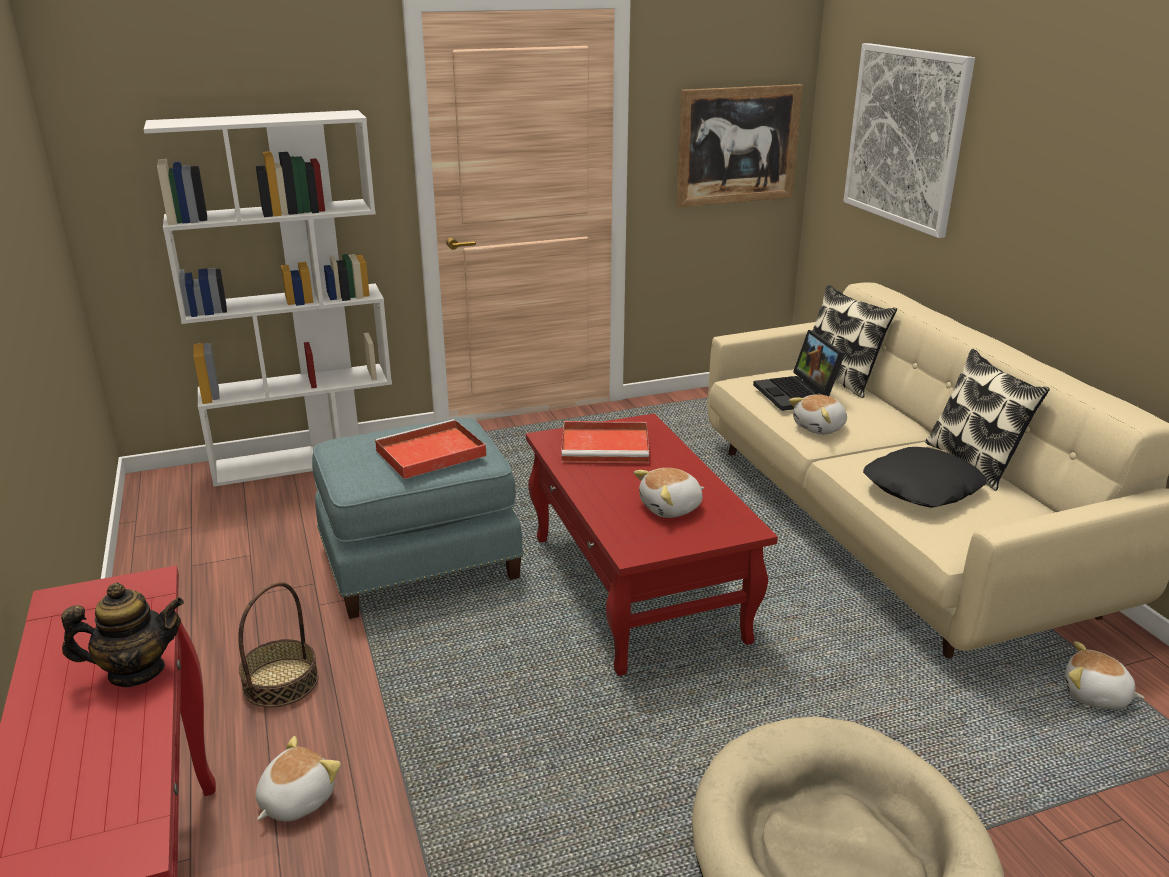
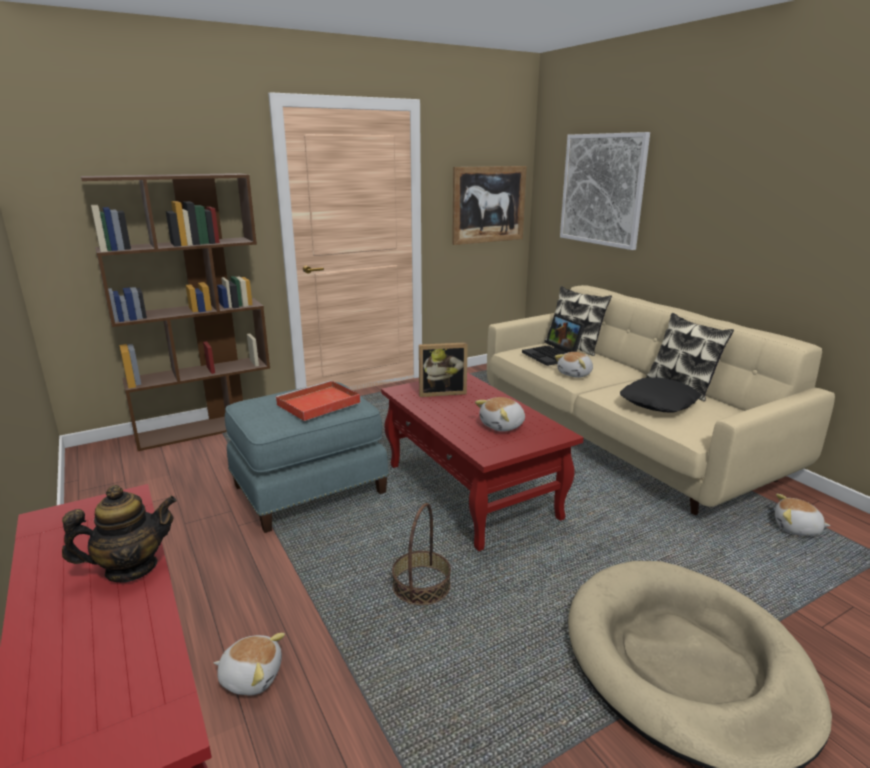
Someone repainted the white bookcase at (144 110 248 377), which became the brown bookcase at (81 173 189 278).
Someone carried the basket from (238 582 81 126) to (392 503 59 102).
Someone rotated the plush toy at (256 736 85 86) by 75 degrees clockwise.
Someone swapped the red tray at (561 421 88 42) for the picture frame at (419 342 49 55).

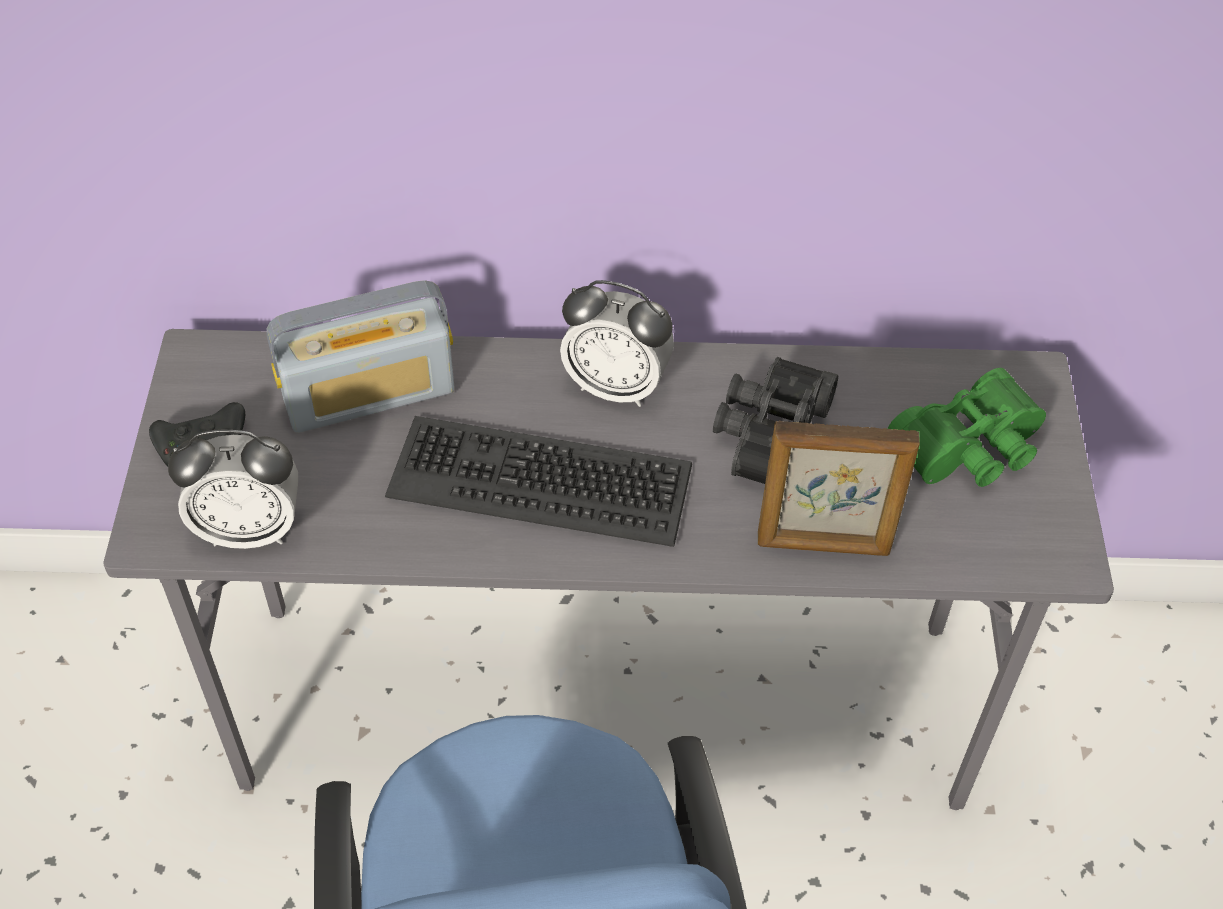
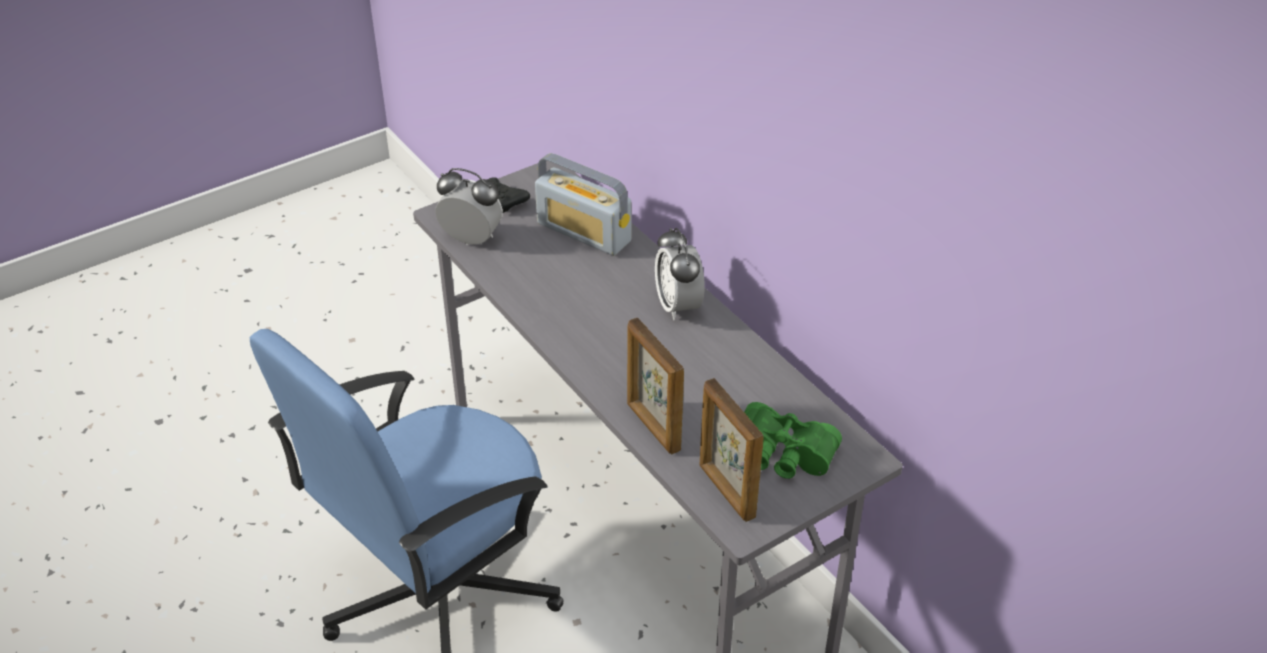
Someone rotated the alarm clock at (168 429 130 120) by 150 degrees clockwise.
Someone took away the keyboard at (385 416 307 131).
Someone took away the black binoculars at (713 357 125 127).
Someone put down the picture frame at (699 378 65 144).

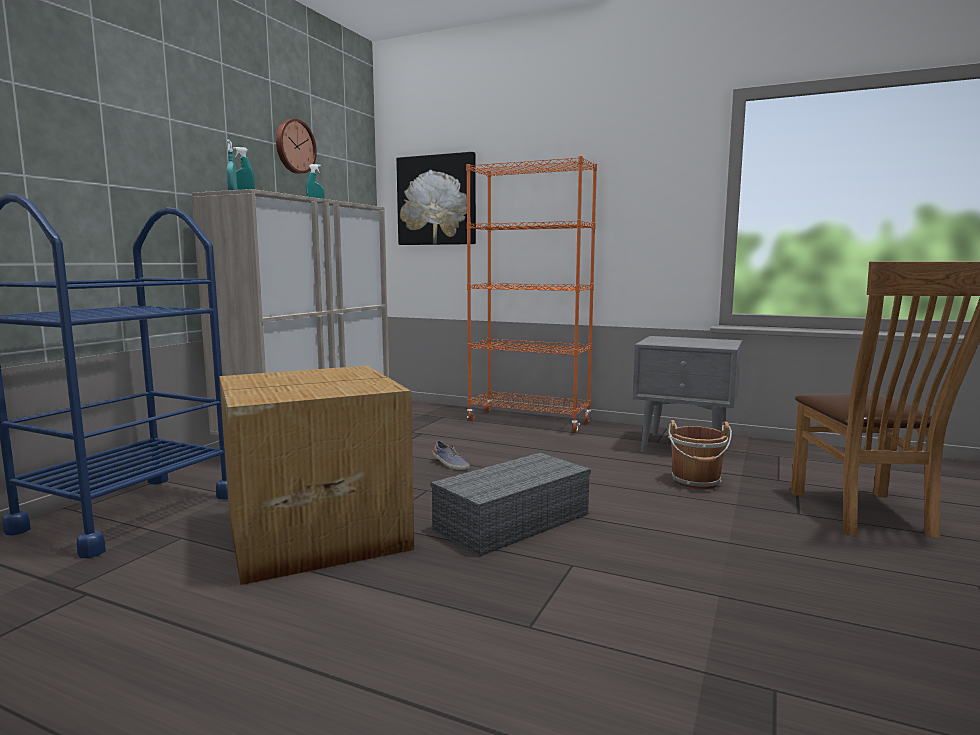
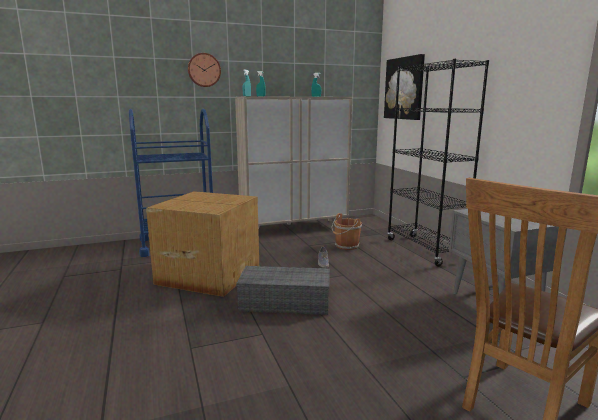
Someone carried the wall clock from (276 119 41 55) to (188 53 33 34).
Someone repainted the orange bookcase at (466 156 131 277), which became the black bookcase at (387 59 102 207).
Someone carried the brown bucket from (668 420 64 69) to (332 213 30 37).

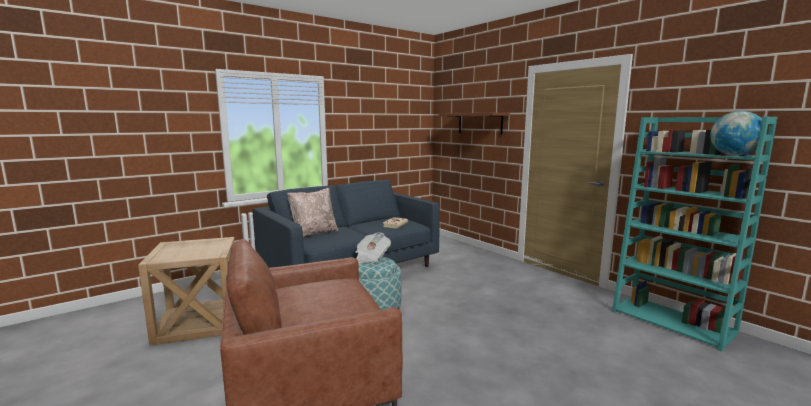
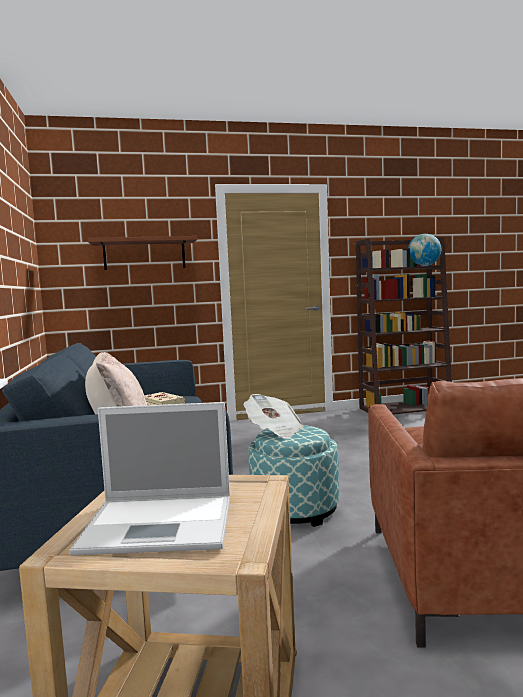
Someone repainted the turquoise bookcase at (612 117 166 234), which became the brown bookcase at (356 237 96 178).
Someone put down the laptop at (70 402 160 153).

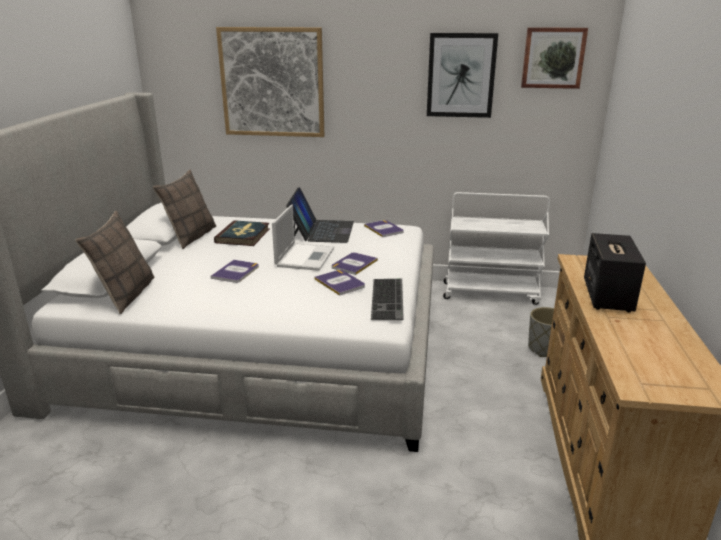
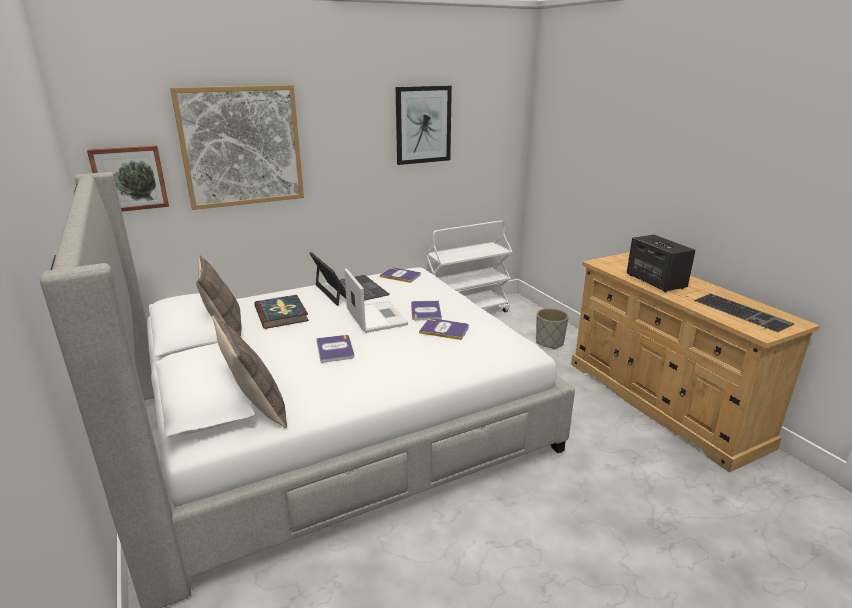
Someone carried the keyboard from (371 279 33 41) to (694 293 101 39).
Someone carried the picture from (521 27 67 62) to (87 145 82 67).

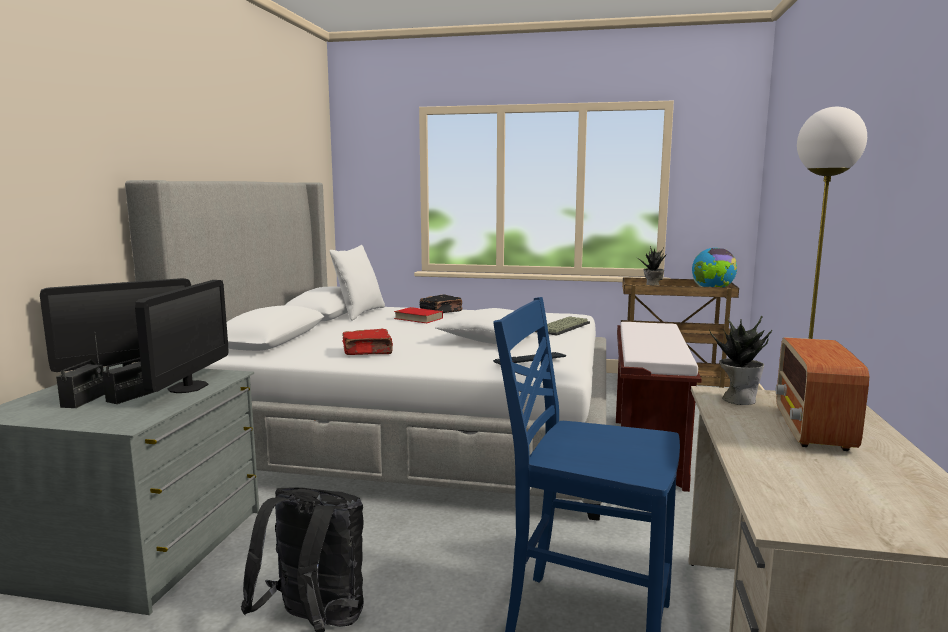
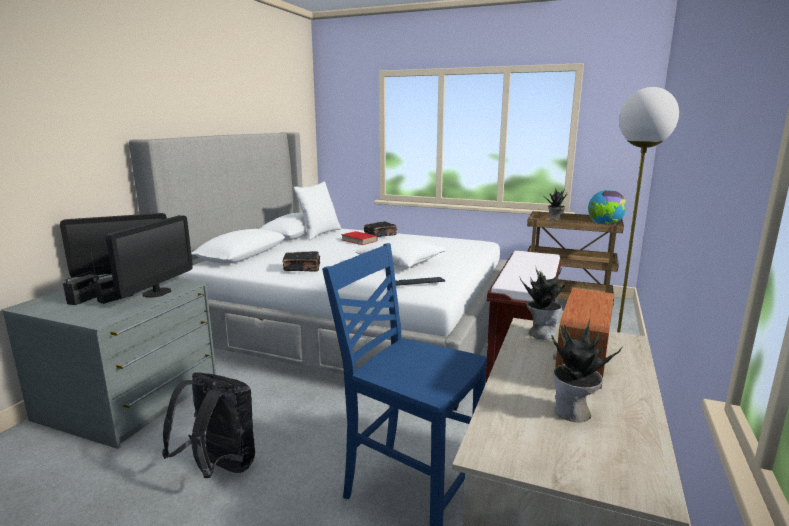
Someone repainted the red book at (342 329 51 26), which became the black book at (283 251 37 21).
Someone took away the keyboard at (535 316 55 20).
Someone put down the potted plant at (551 319 71 103).

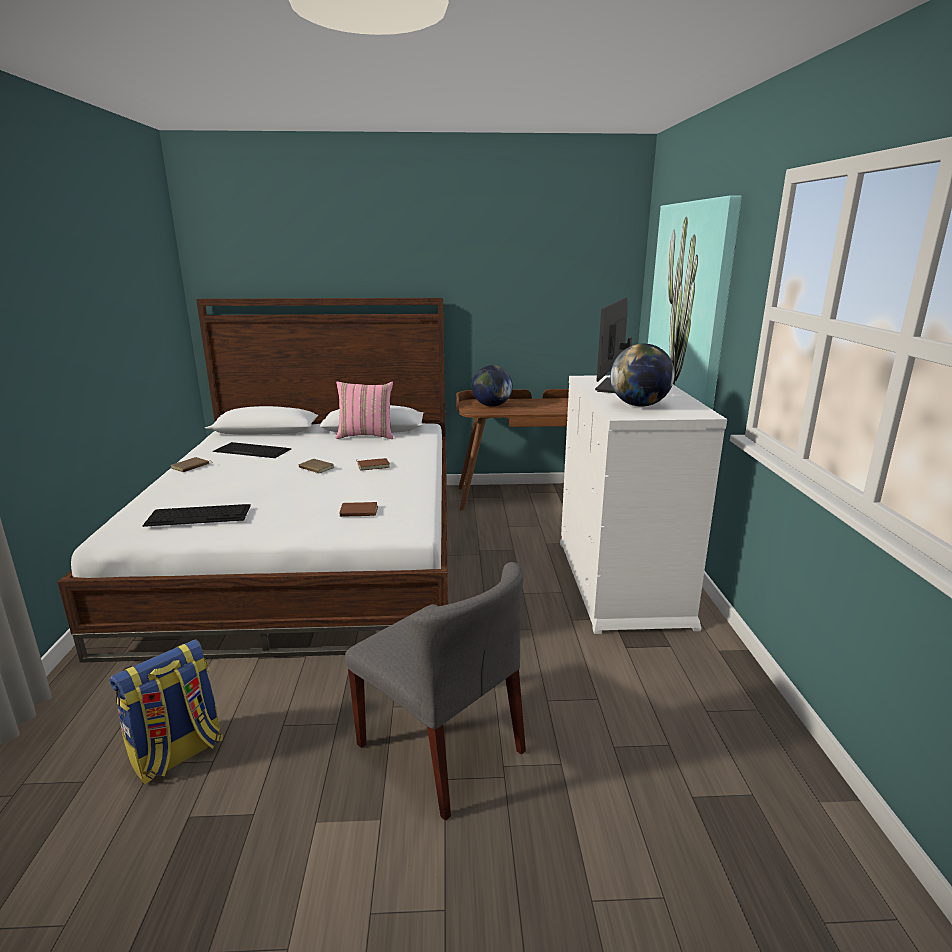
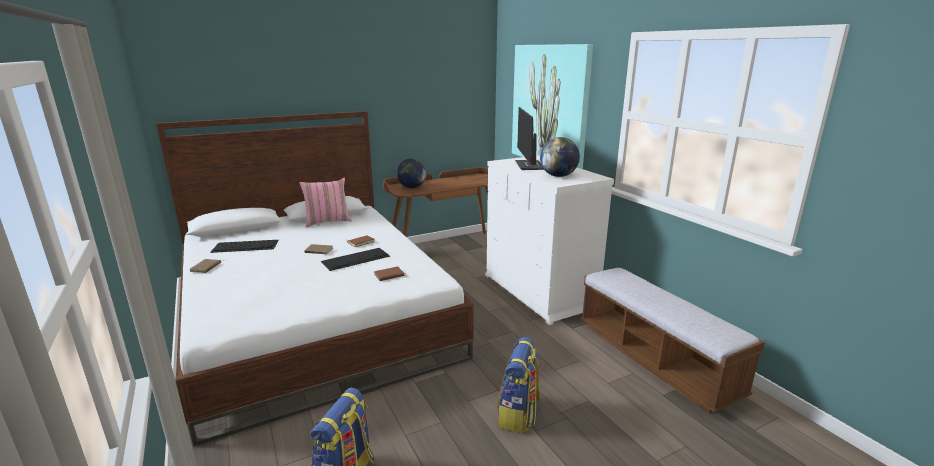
Someone carried the keyboard from (142 504 109 23) to (321 248 69 23).
Someone swapped the grey chair at (345 562 181 259) for the backpack at (497 337 44 97).
Someone put down the bench at (581 267 184 146).

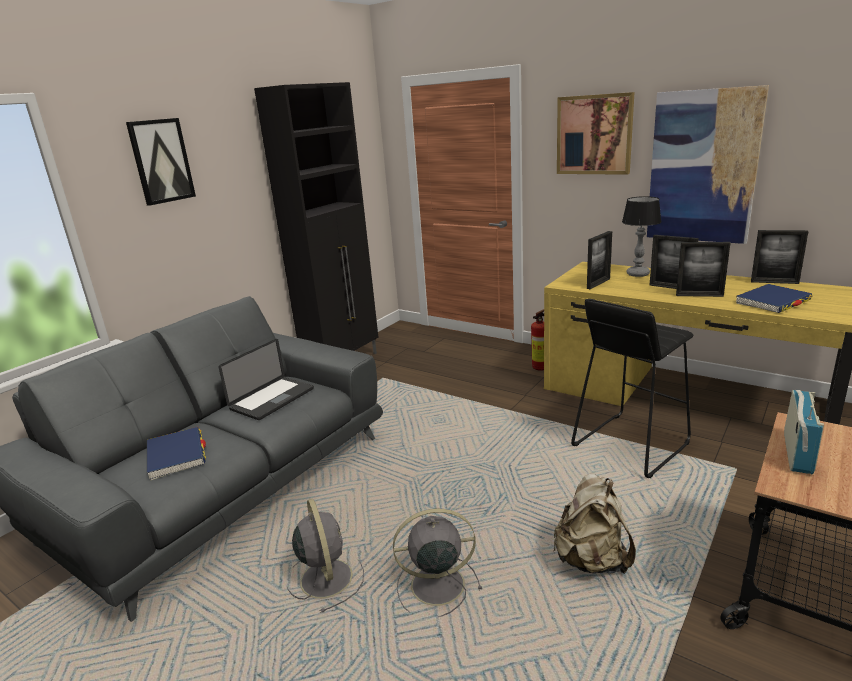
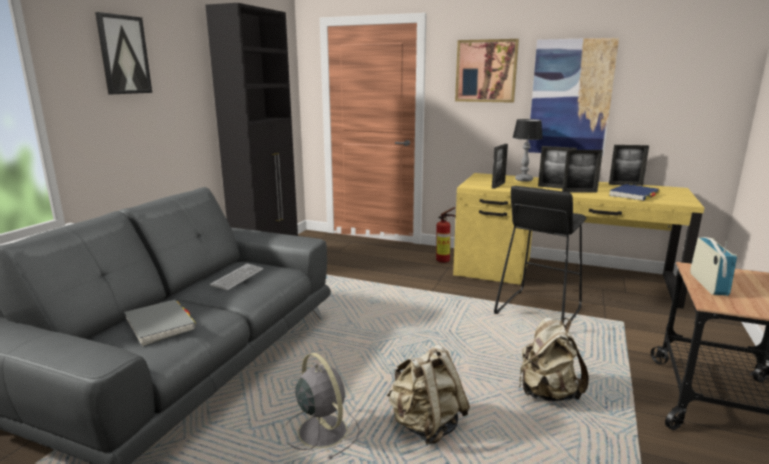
Someone repainted the blue book at (147 427 59 53), which became the grey book at (124 300 73 46).
Someone swapped the laptop at (219 339 95 81) for the keyboard at (210 264 54 26).
Someone swapped the grey fan at (393 509 89 108) for the beige backpack at (386 345 84 100).

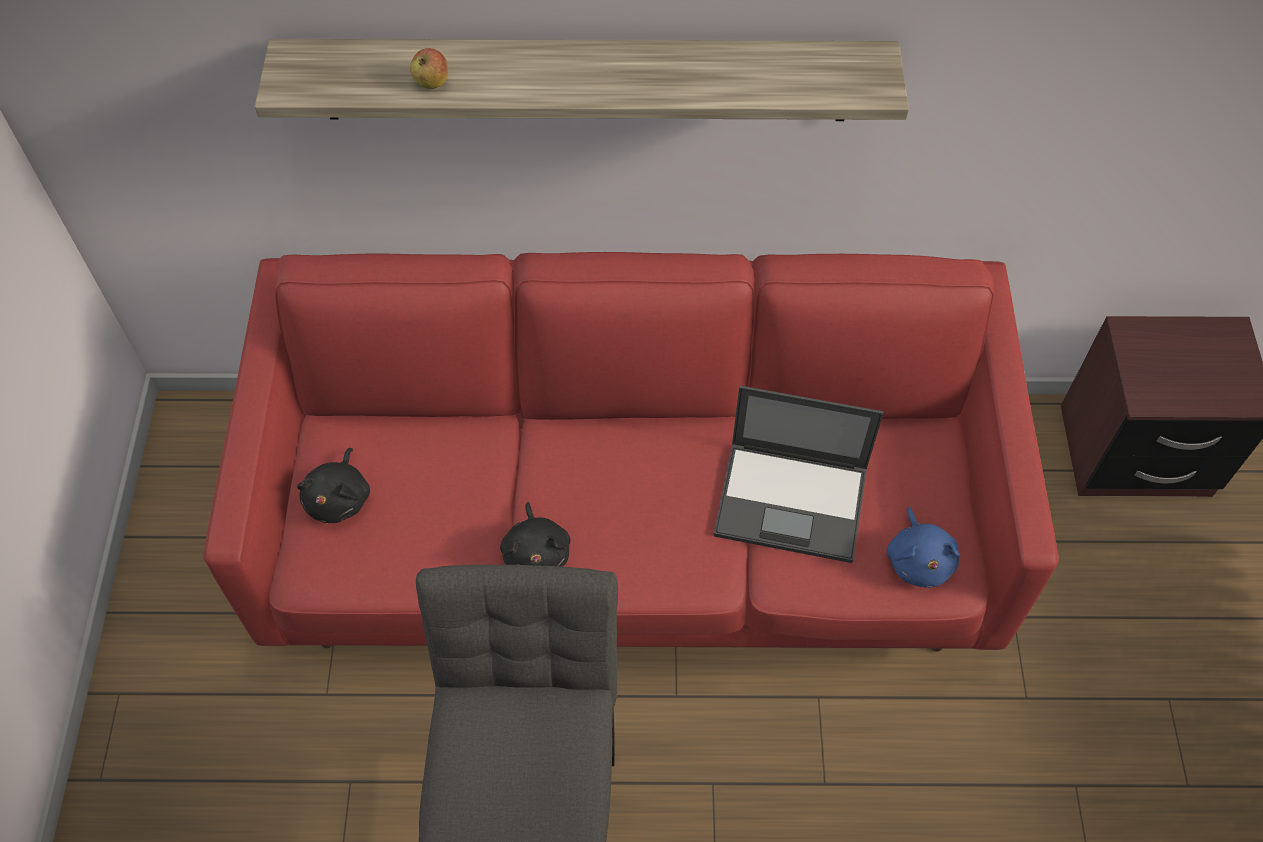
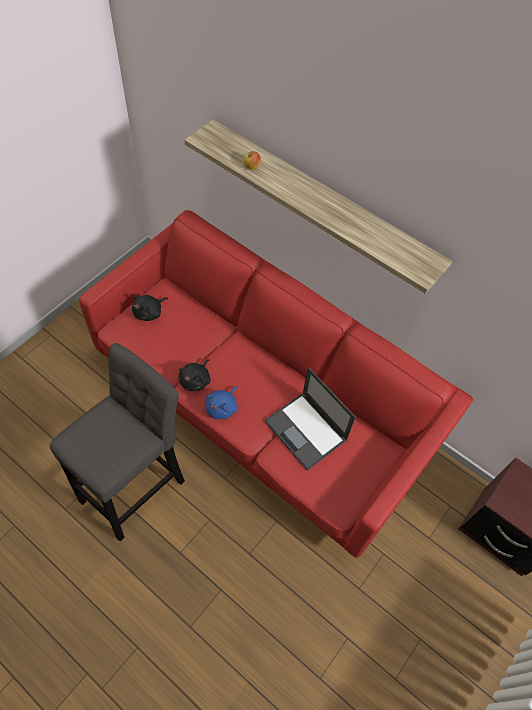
Someone carried the blue plush toy from (887 507 74 81) to (205 387 32 32).

